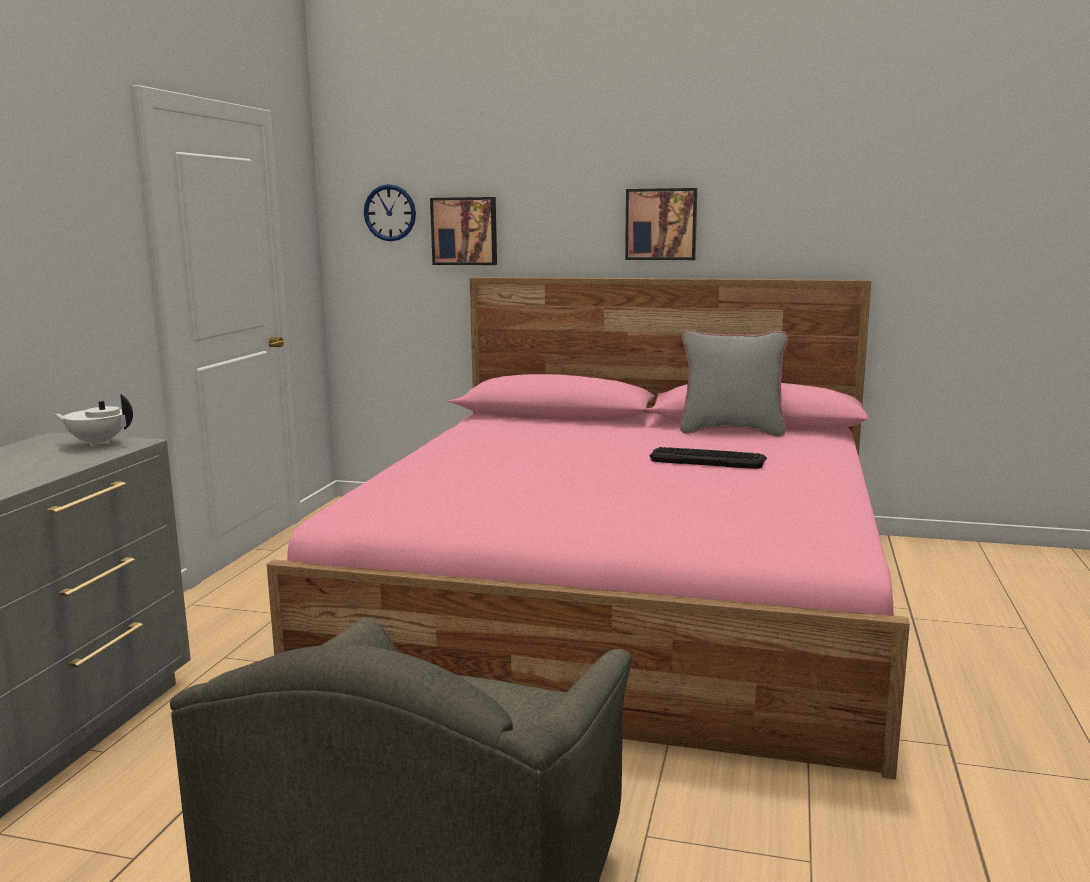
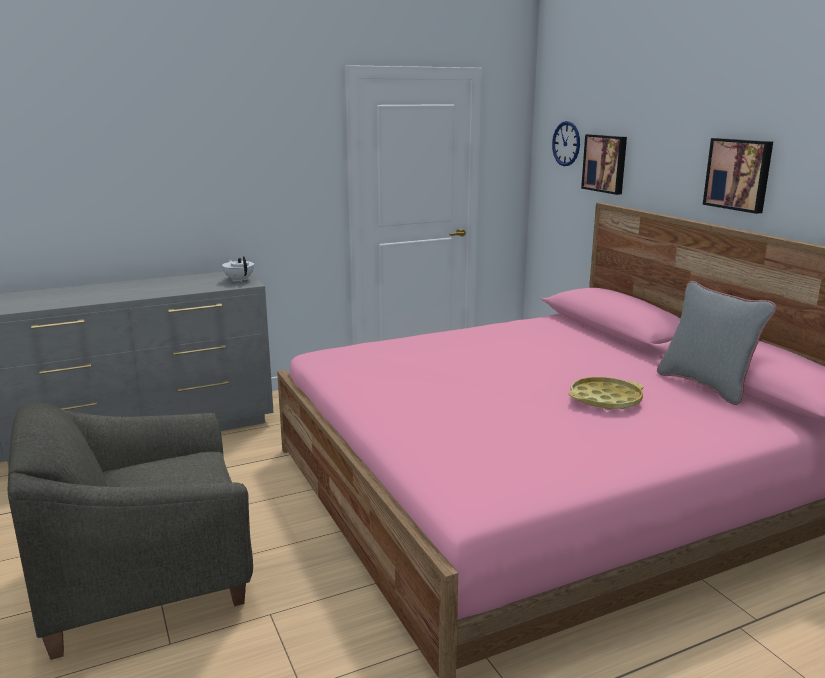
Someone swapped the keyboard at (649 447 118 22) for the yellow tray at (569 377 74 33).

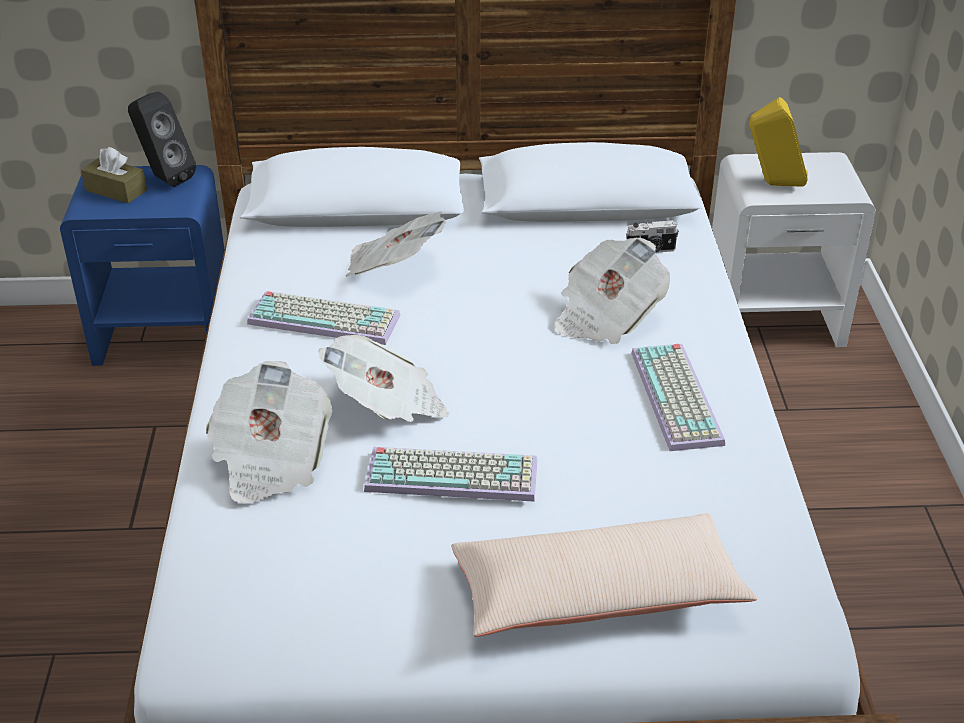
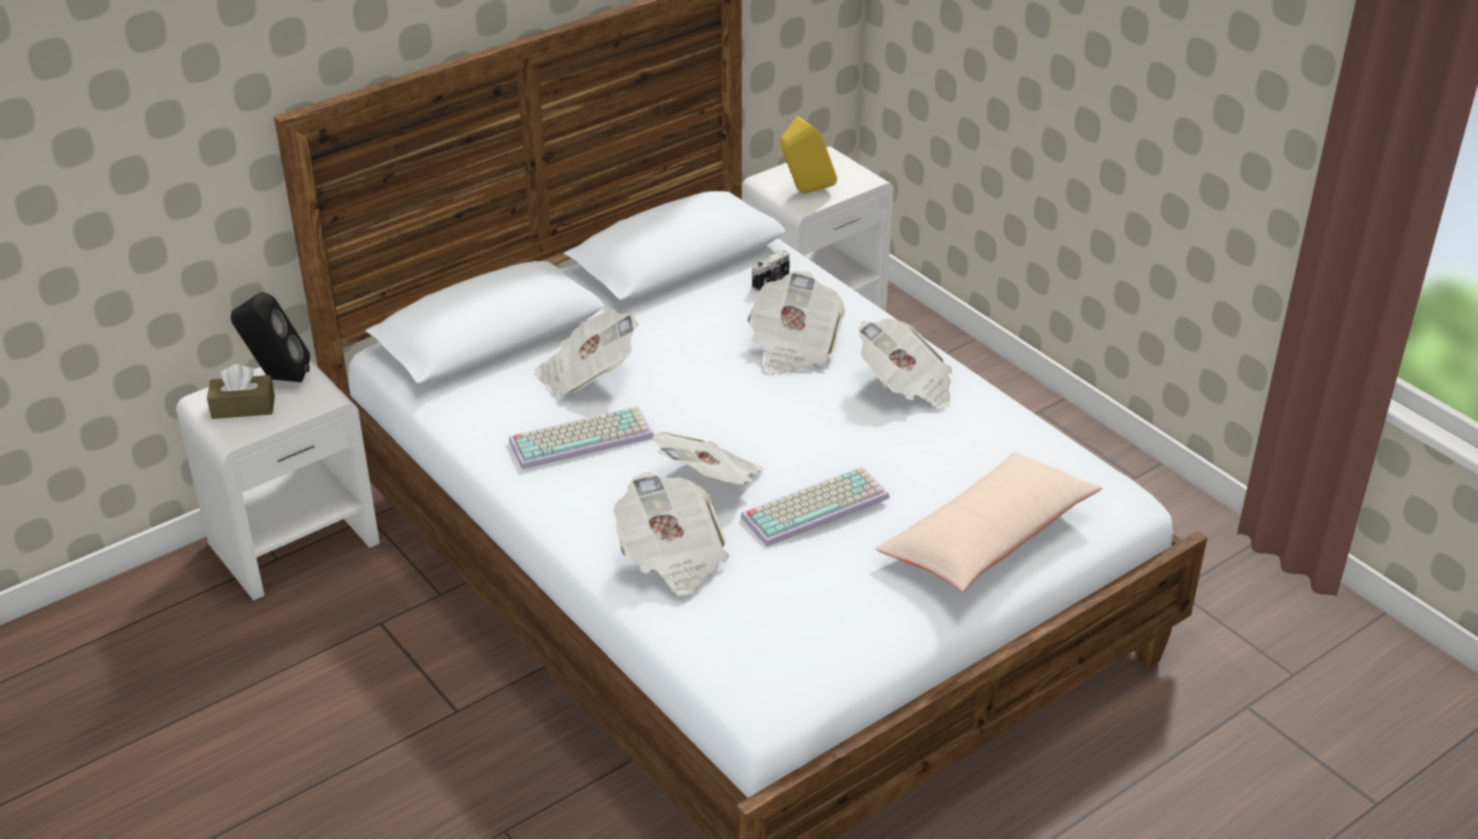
Someone repainted the blue nightstand at (60 165 165 201), which became the white nightstand at (176 360 204 241).
Someone swapped the keyboard at (631 344 94 107) for the newspaper at (858 319 94 89).

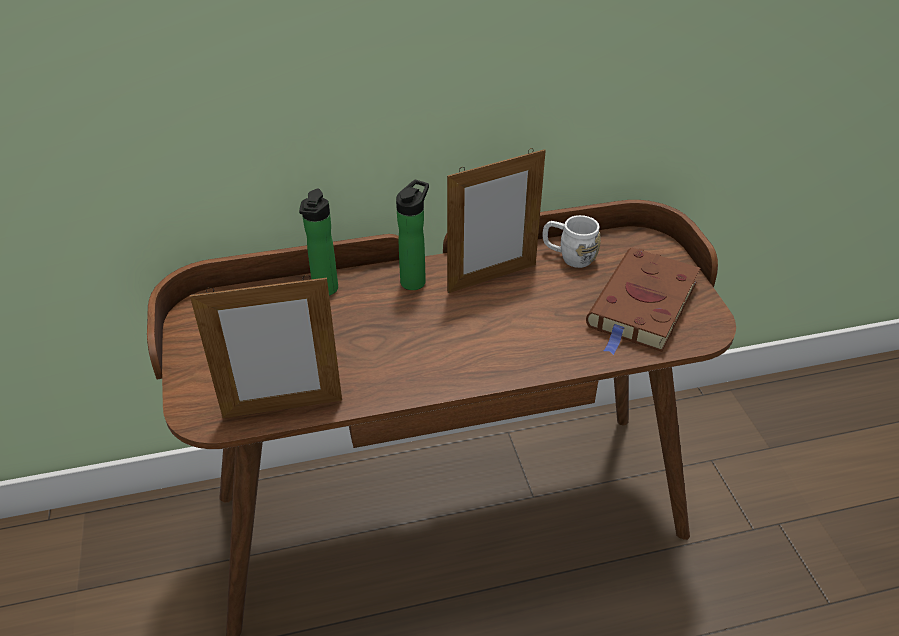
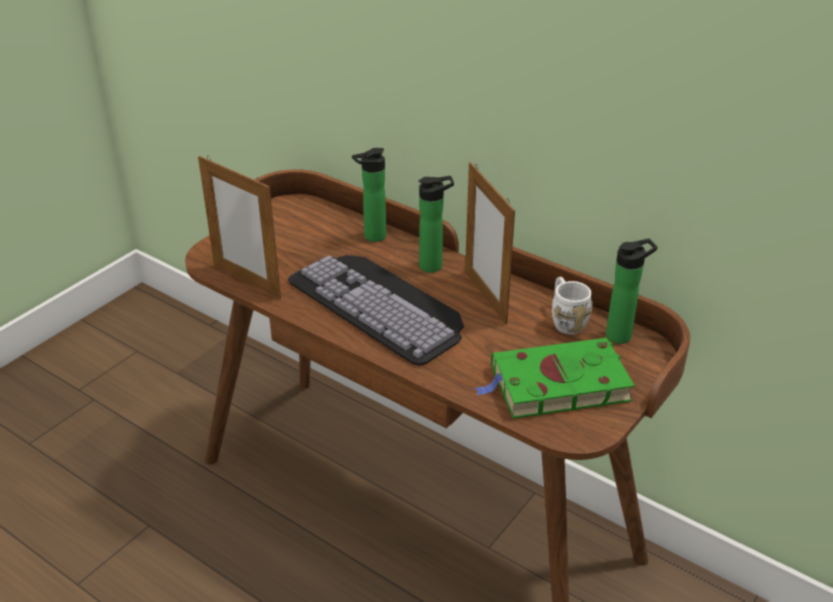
Someone rotated the picture frame at (447 148 99 145) by 45 degrees clockwise.
Someone repainted the brown book at (586 247 114 108), which became the green book at (474 338 161 81).
Someone put down the keyboard at (288 255 176 111).
Someone put down the bottle at (606 239 51 105).

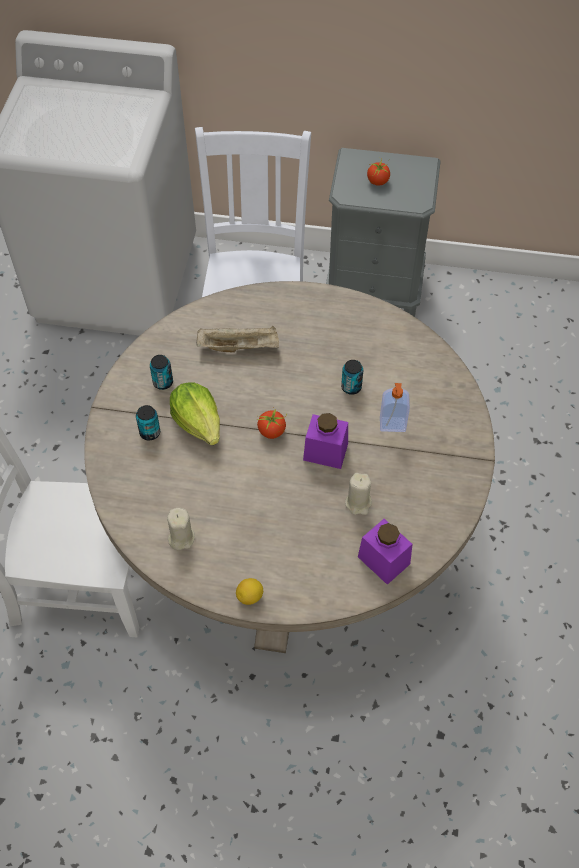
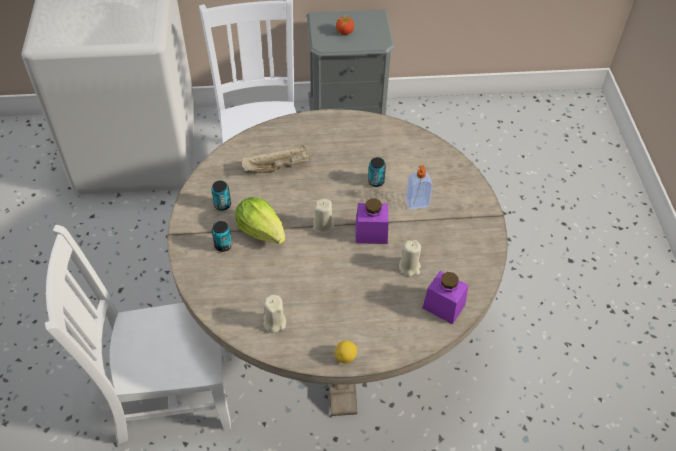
Someone swapped the tomato at (257 407 30 32) for the beige candle at (313 199 22 35).

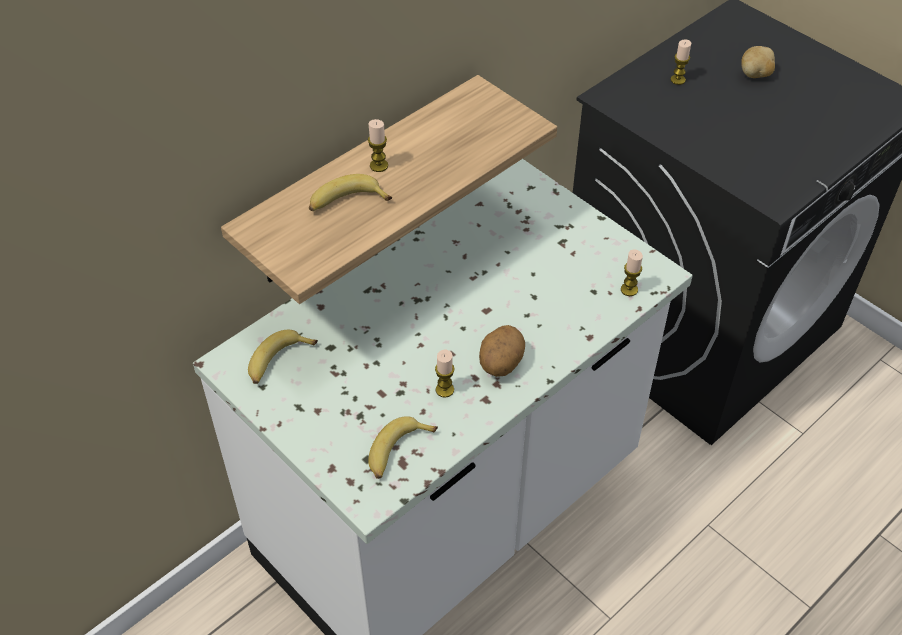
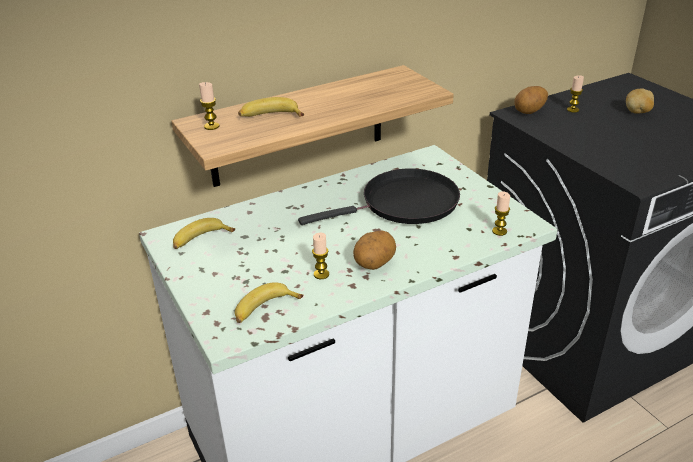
Someone carried the candle from (368 119 20 53) to (199 82 21 48).
Someone put down the black frying pan at (298 169 162 56).
Someone put down the potato at (515 86 33 28).

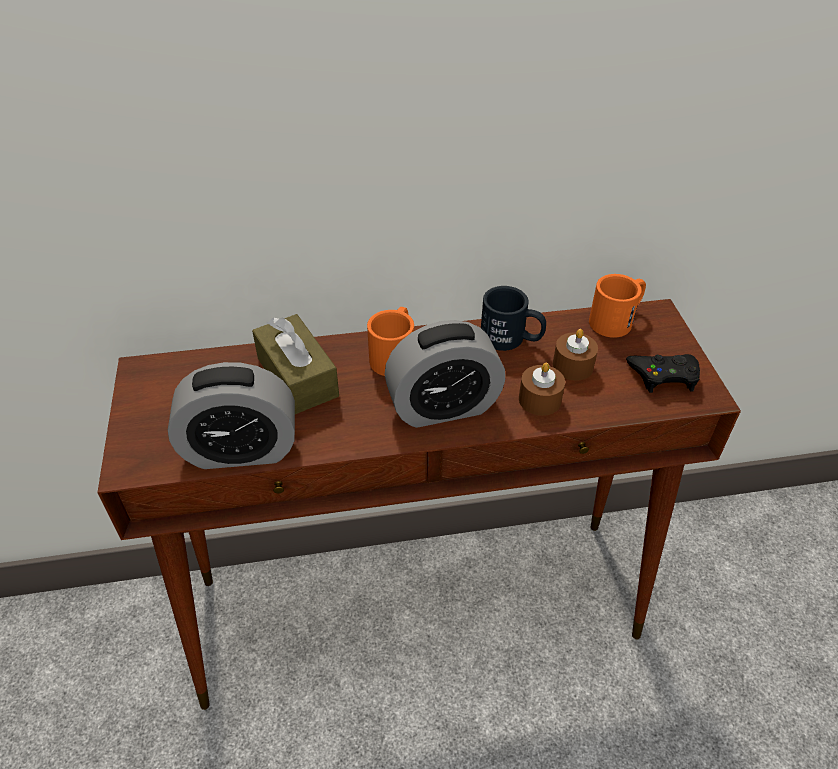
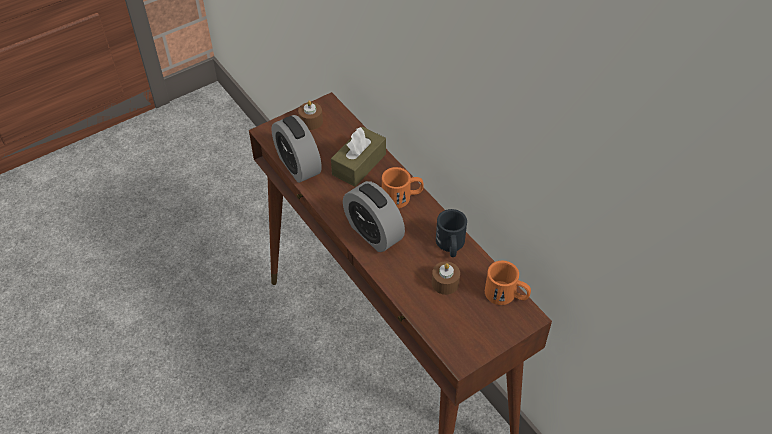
Someone carried the brown candle from (519 362 46 54) to (298 101 25 29).
Someone took away the black game controller at (626 354 74 39).

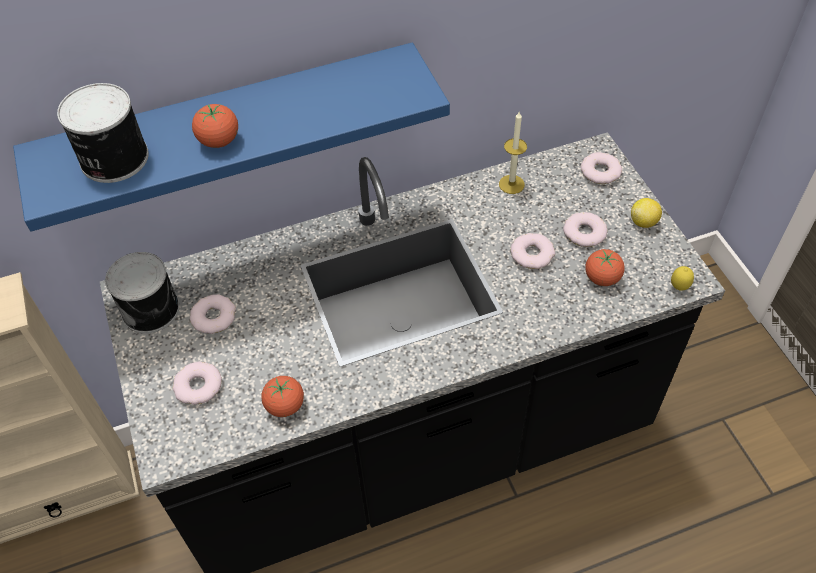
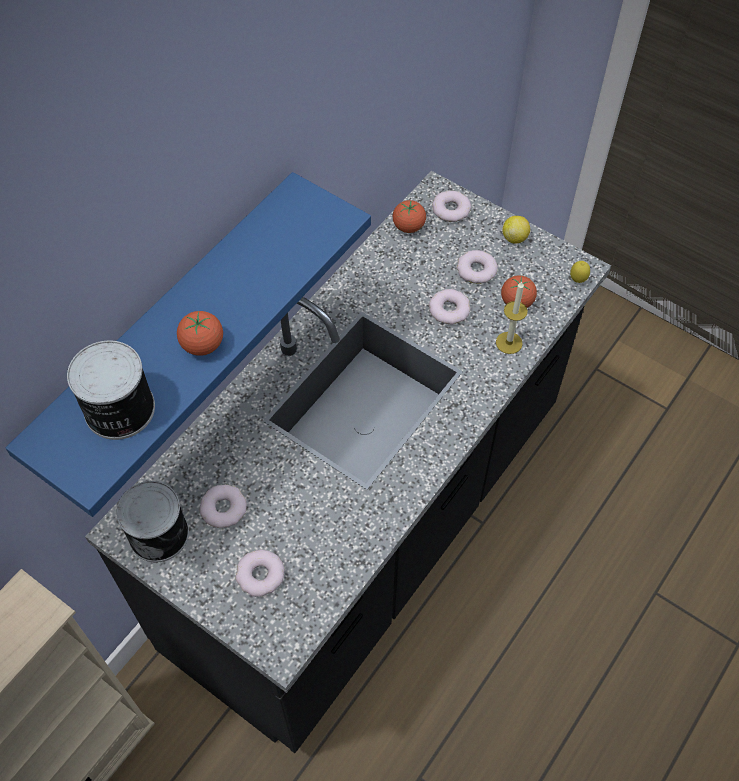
Someone carried the tomato from (261 376 43 41) to (393 200 33 33).
Someone carried the candle from (499 112 28 82) to (496 282 32 72).

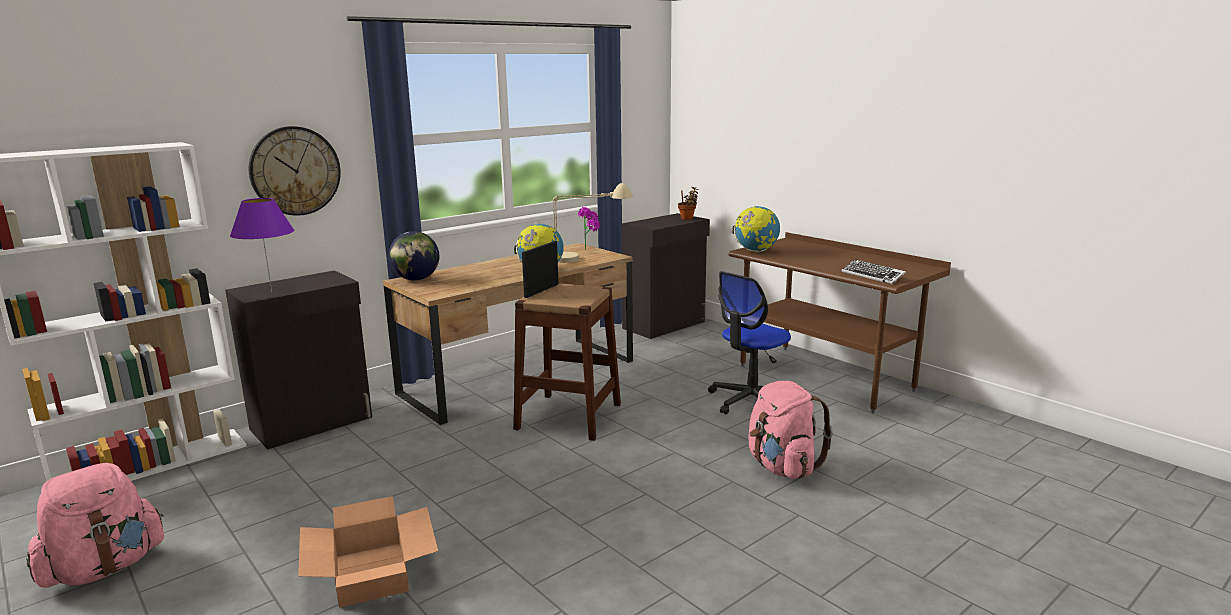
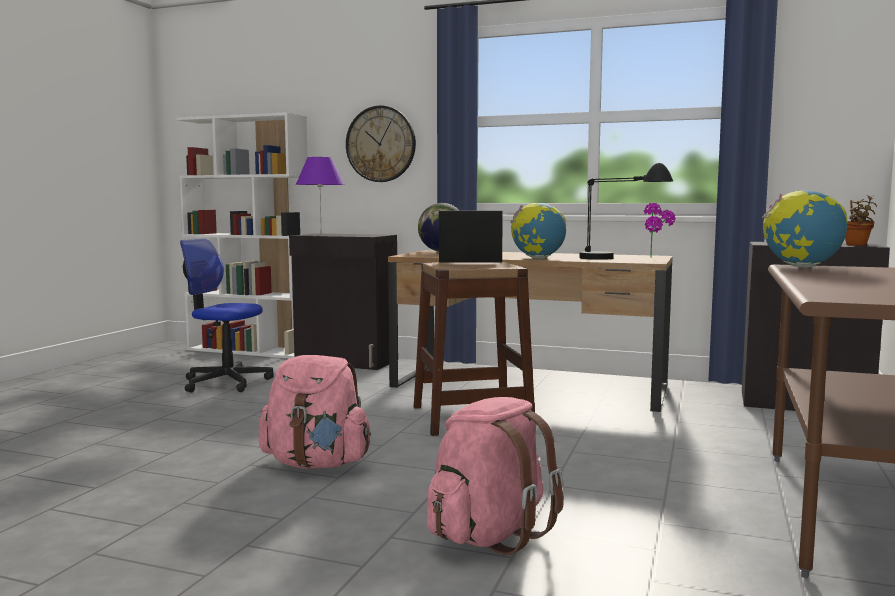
Someone carried the pink backpack from (26 463 138 125) to (259 355 112 114).
Someone took away the cardboard box at (298 496 140 112).
Someone repainted the beige table lamp at (553 183 80 80), which became the black table lamp at (579 163 94 97).
Someone carried the office chair from (708 271 83 143) to (180 238 94 154).
Someone took away the keyboard at (841 259 65 25).

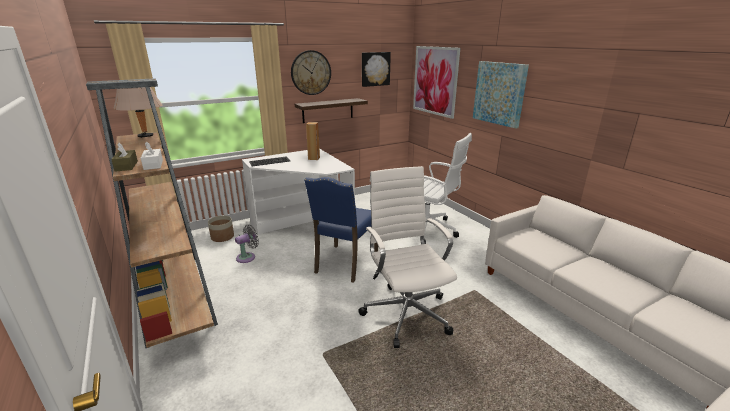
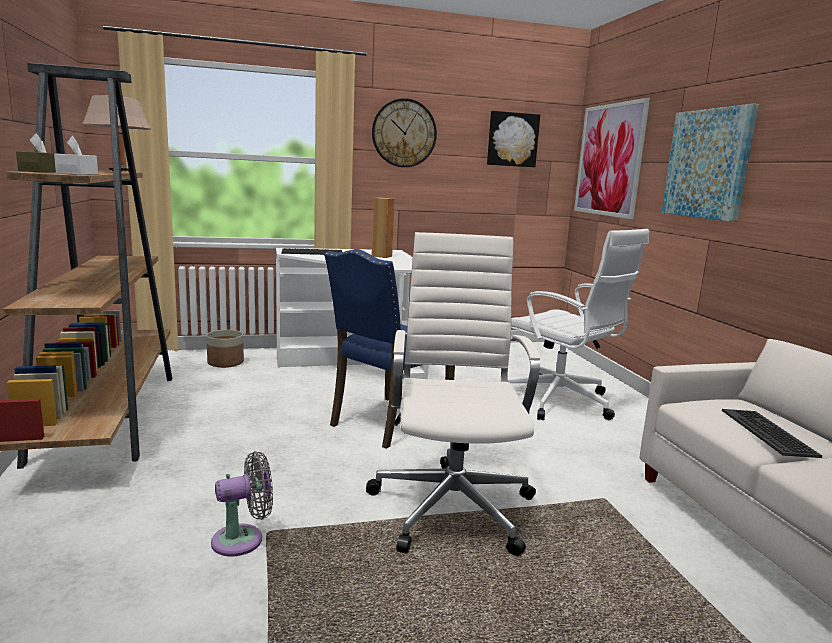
Someone carried the grey fan from (235 225 24 38) to (211 451 62 105).
Someone took away the shelf at (295 98 73 25).
Someone put down the keyboard at (722 409 100 49).

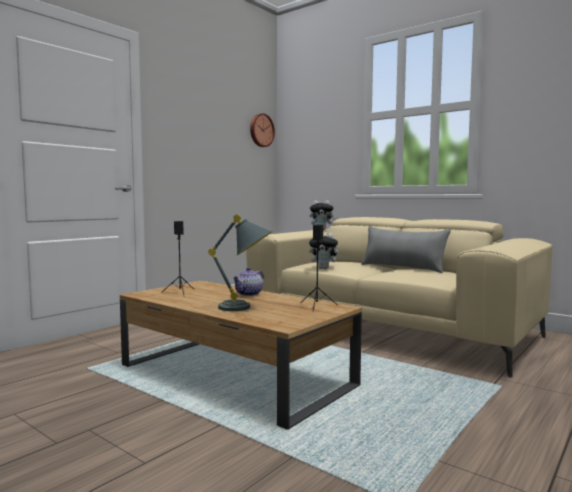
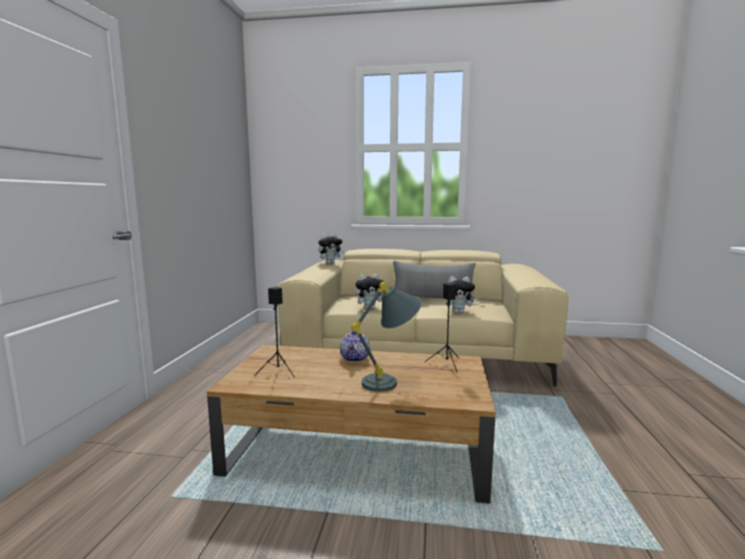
Someone took away the wall clock at (250 113 25 34).
Someone put down the plush toy at (446 276 32 38).

